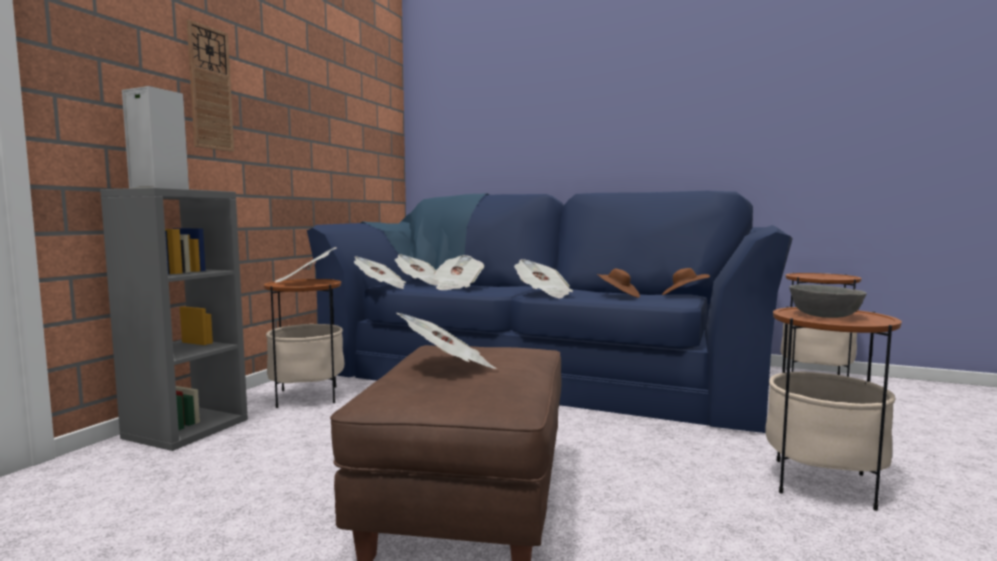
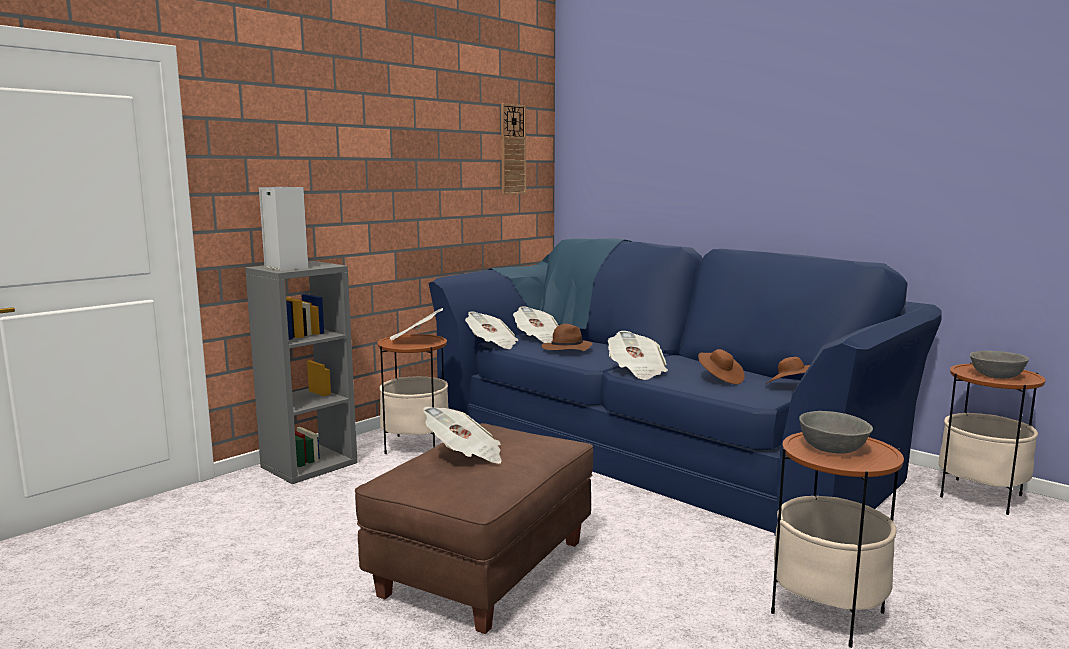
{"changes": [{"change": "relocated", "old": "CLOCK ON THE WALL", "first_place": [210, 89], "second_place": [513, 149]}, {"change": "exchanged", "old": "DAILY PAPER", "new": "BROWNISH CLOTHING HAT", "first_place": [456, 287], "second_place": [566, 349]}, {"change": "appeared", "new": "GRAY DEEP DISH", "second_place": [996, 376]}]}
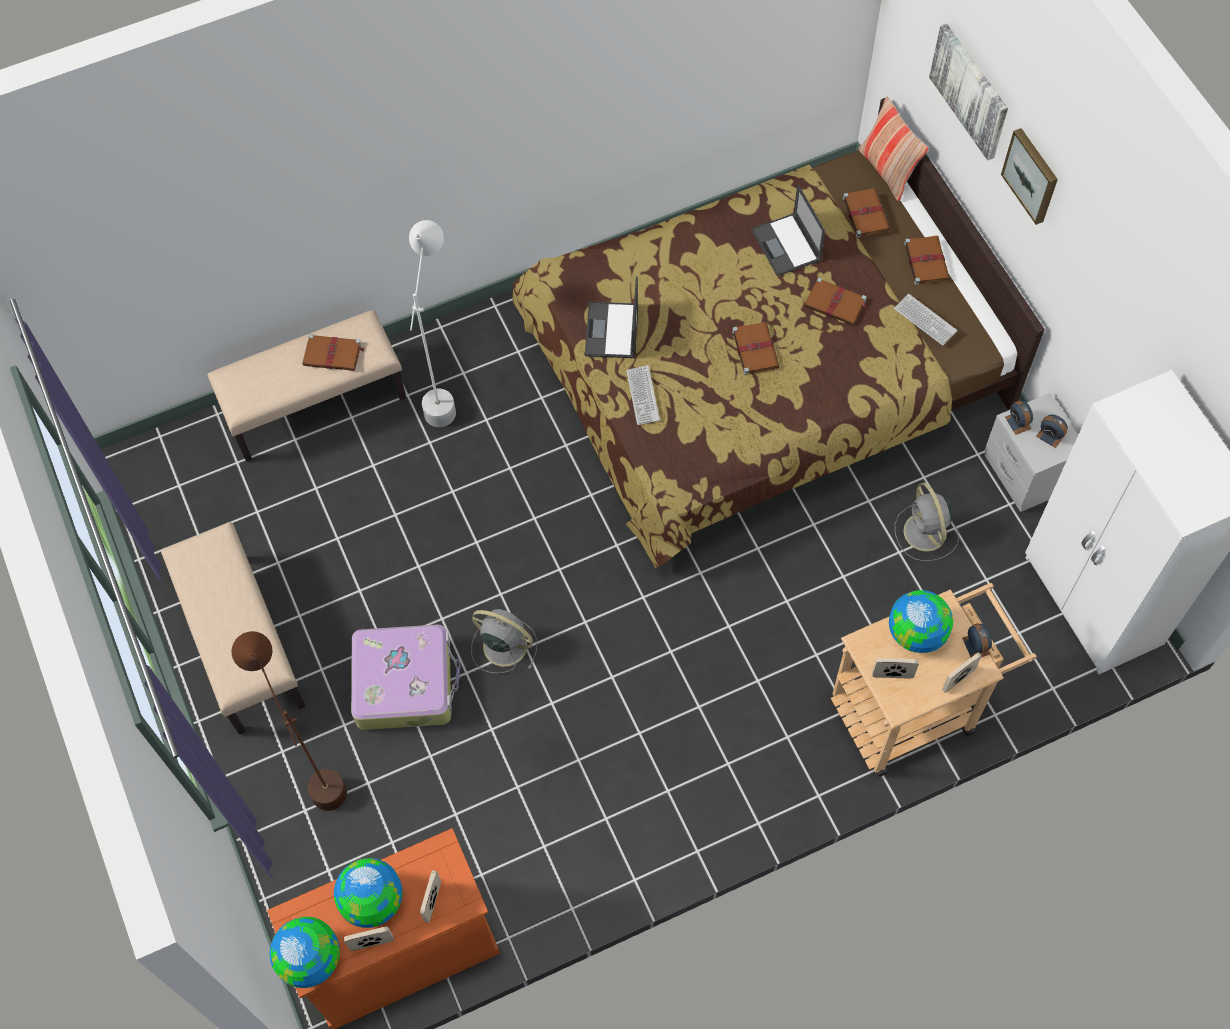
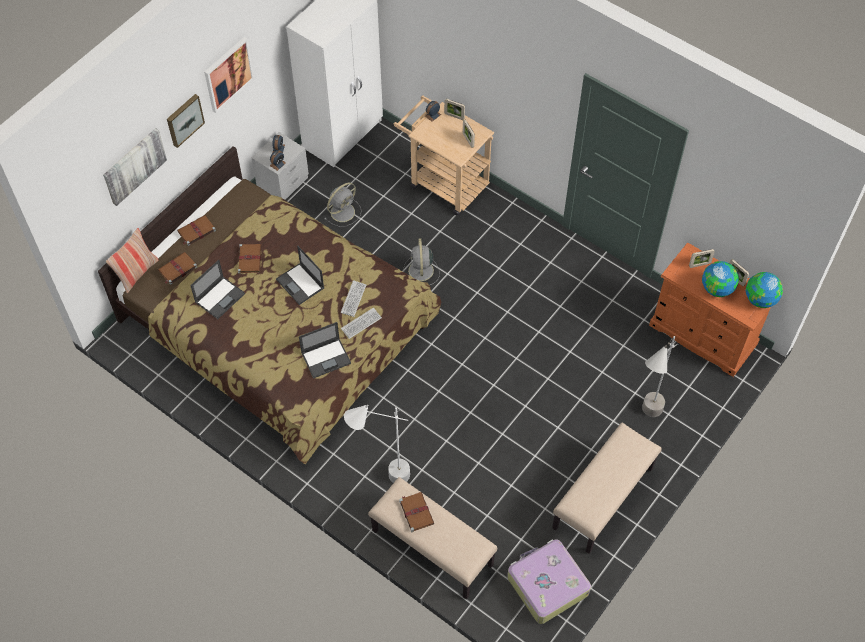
{"changes": [{"change": "relocated", "old": "KEYBOARD", "first_place": [925, 320], "second_place": [353, 299]}, {"change": "exchanged", "old": "BROWNISH BOOK", "new": "LAPTOP", "first_place": [755, 348], "second_place": [300, 284]}, {"change": "missing", "old": "GLOBE", "first_place": [916, 633]}, {"change": "relocated", "old": "GRAY ELECTRIC FAN", "first_place": [503, 645], "second_place": [421, 271]}, {"change": "relocated", "old": "PIECE OF LUGGAGE", "first_place": [405, 682], "second_place": [546, 585]}, {"change": "colour", "old": "BROWNISH STANDARD LAMP", "new": "GRAY STANDARD LAMP", "first_place": [315, 768], "second_place": [644, 421]}, {"change": "appeared", "new": "PICTURE", "second_place": [228, 74]}]}
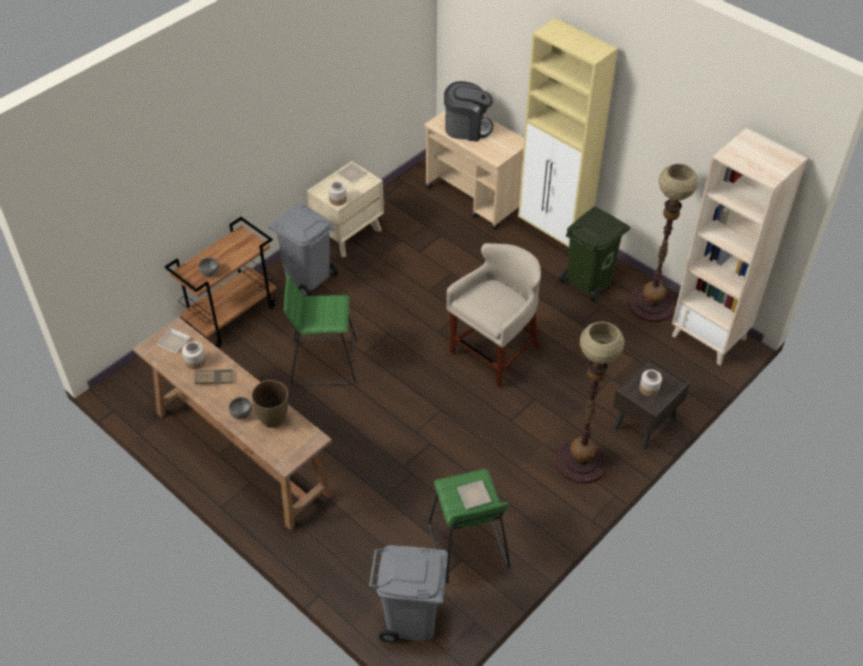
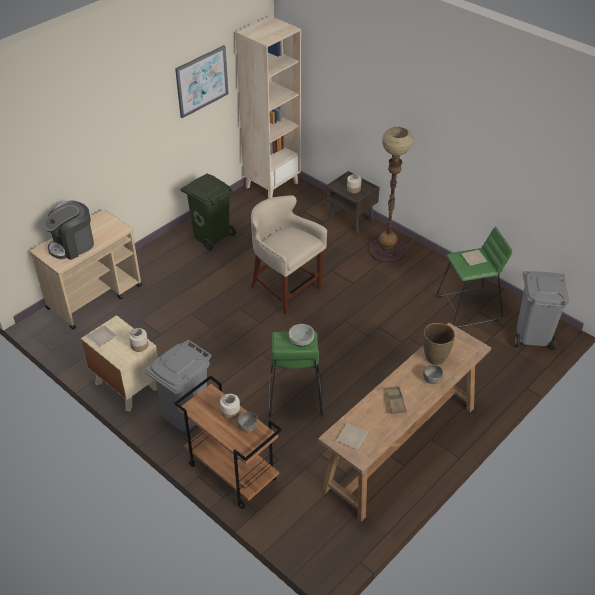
{"changes": [{"change": "missing", "old": "BEIGE-COLOURED CUPBOARD", "first_place": [553, 236]}, {"change": "spun", "old": "COFFEE MAKER", "first_place": [467, 128], "second_place": [72, 245], "degrees": -135}, {"change": "missing", "old": "STANDARD LAMP", "first_place": [651, 305]}, {"change": "relocated", "old": "STORAGE JAR", "first_place": [195, 361], "second_place": [230, 412]}, {"change": "appeared", "new": "PICTURE", "second_place": [202, 81]}, {"change": "appeared", "new": "DEEP DISH", "second_place": [301, 339]}]}
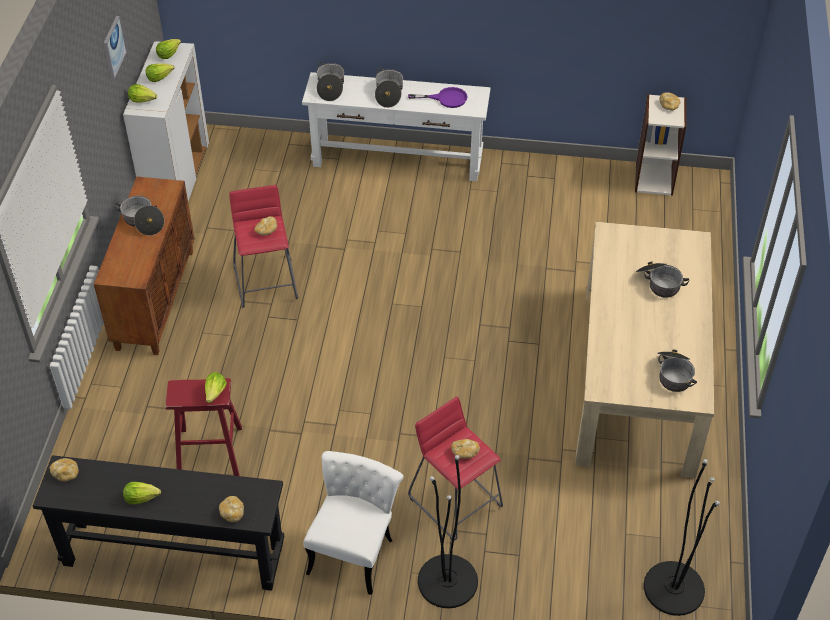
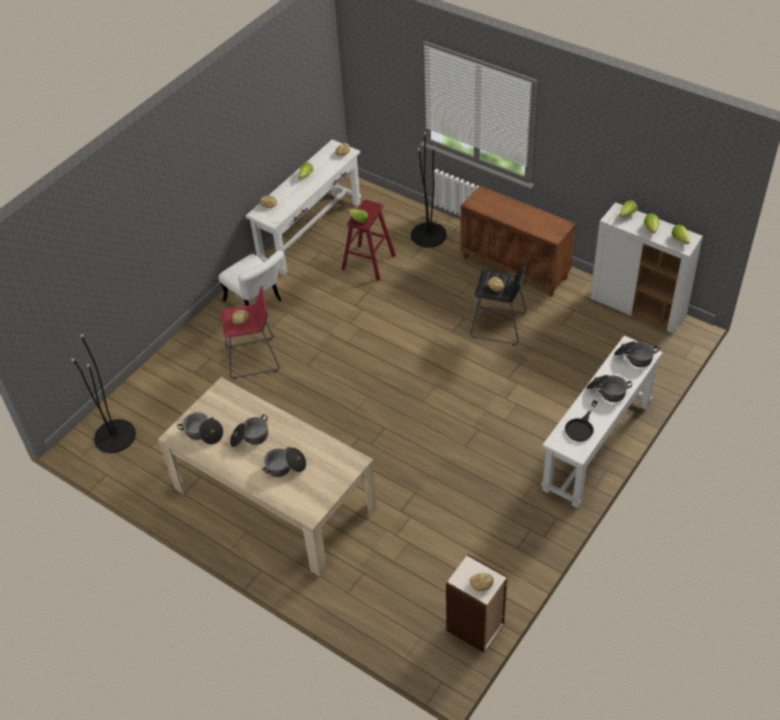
{"changes": [{"change": "missing", "old": "PICTURE", "first_place": [113, 47]}, {"change": "colour", "old": "PURPLE PAN", "new": "BLACKISH PAN", "first_place": [446, 98], "second_place": [581, 427]}, {"change": "colour", "old": "RED STOOL SEAT", "new": "BLACKISH STOOL SEAT", "first_place": [266, 282], "second_place": [498, 326]}, {"change": "relocated", "old": "SAUCEPOT", "first_place": [142, 221], "second_place": [250, 437]}, {"change": "colour", "old": "BLACKISH HALL TABLE", "new": "WHITE HALL TABLE", "first_place": [173, 554], "second_place": [310, 232]}, {"change": "relocated", "old": "BLACKISH STANDARD LAMP", "first_place": [447, 581], "second_place": [428, 235]}]}
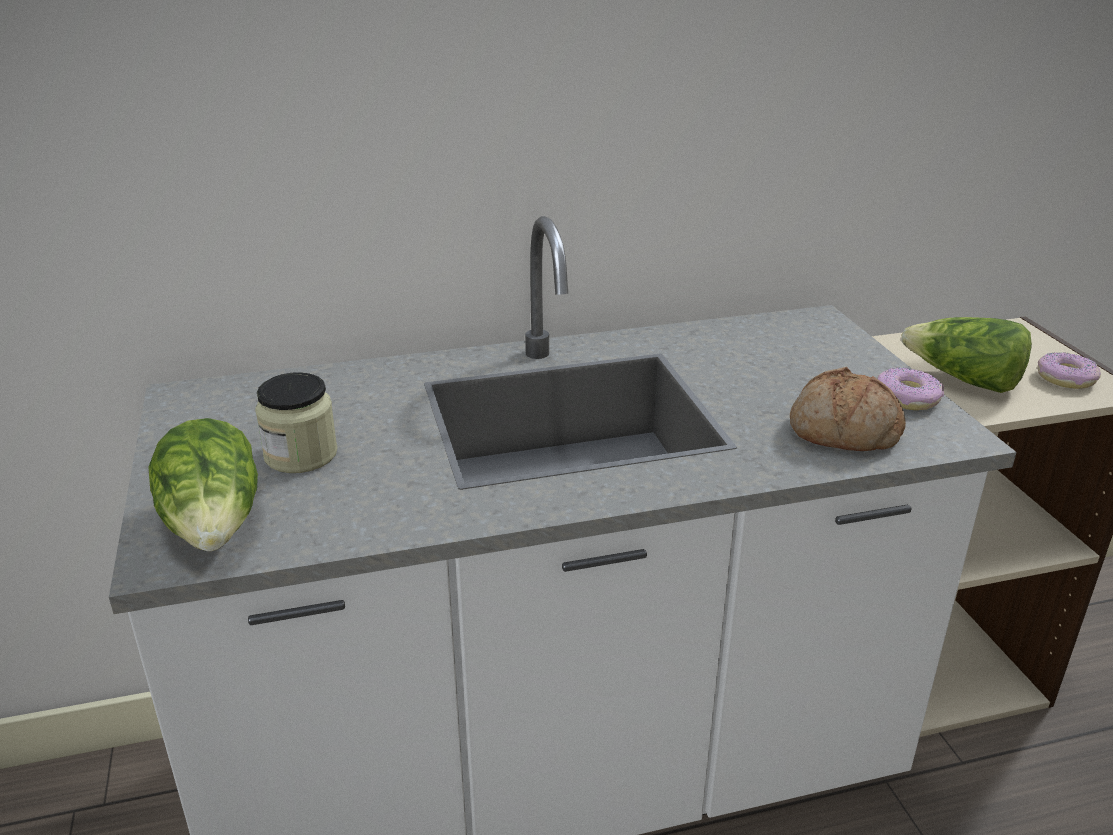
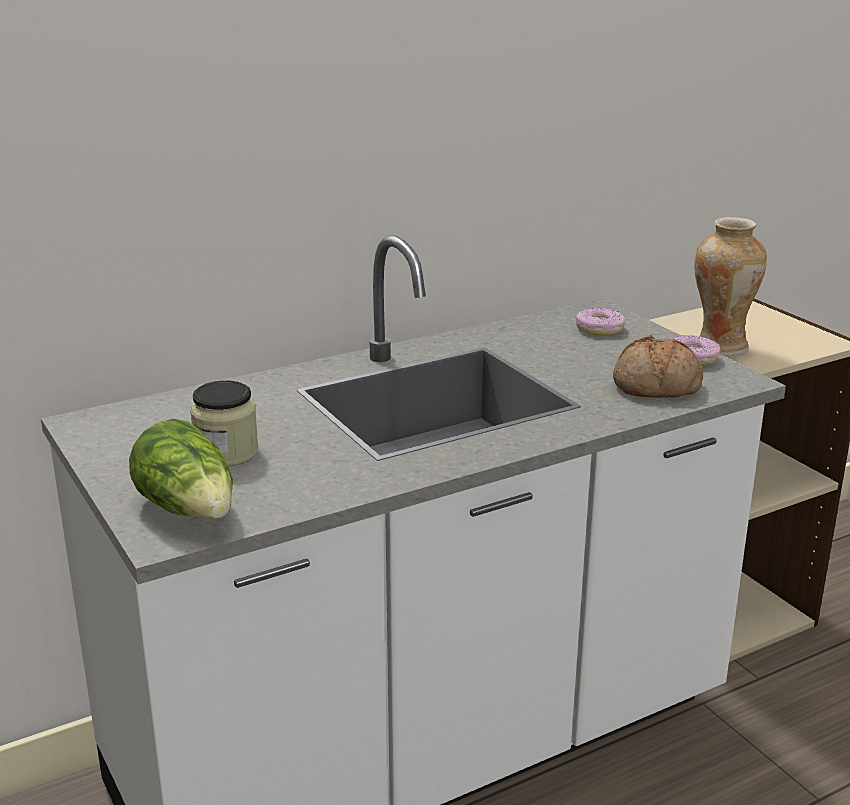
{"changes": [{"change": "exchanged", "old": "LETTUCE HEAD", "new": "FLOWER VASE", "first_place": [963, 380], "second_place": [720, 347]}, {"change": "relocated", "old": "DOUGHNUT", "first_place": [1065, 378], "second_place": [599, 329]}]}
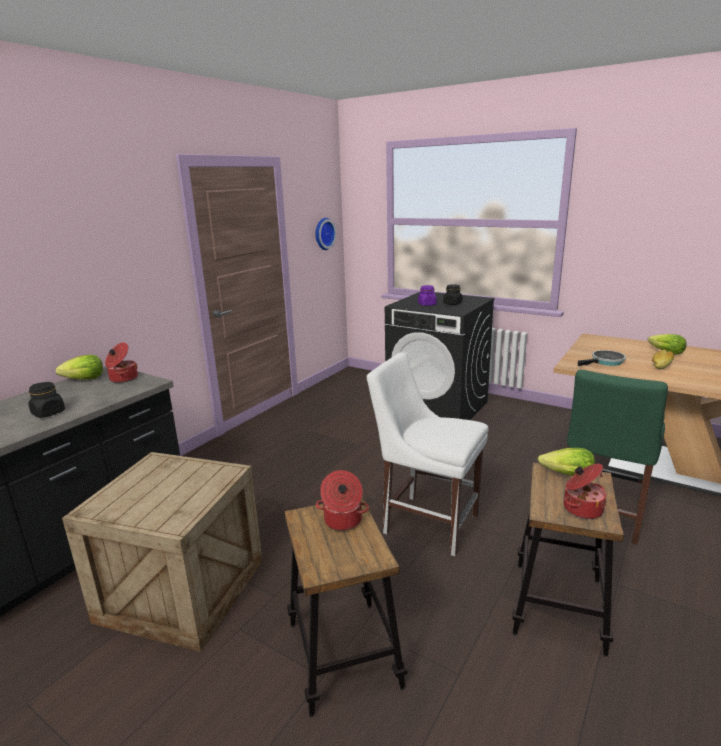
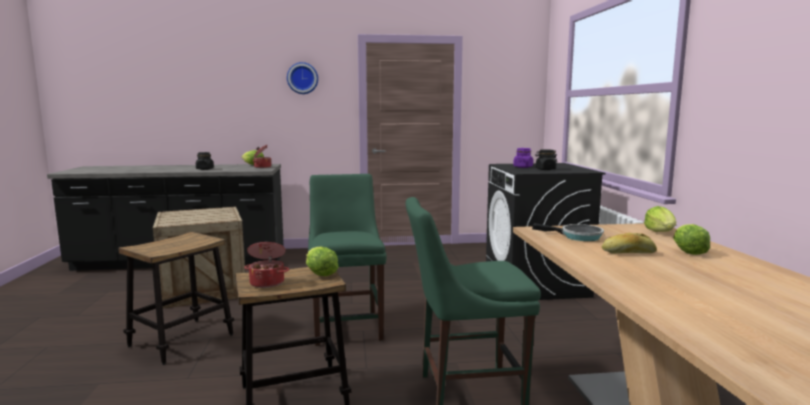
{"changes": [{"change": "relocated", "old": "CLOCK ON THE WALL", "first_place": [323, 233], "second_place": [302, 78]}, {"change": "colour", "old": "WHITE CHAIR", "new": "GREEN CHAIR", "first_place": [426, 522], "second_place": [347, 326]}, {"change": "missing", "old": "SAUCEPOT", "first_place": [342, 521]}, {"change": "appeared", "new": "LETTUCE HEAD", "second_place": [661, 232]}]}
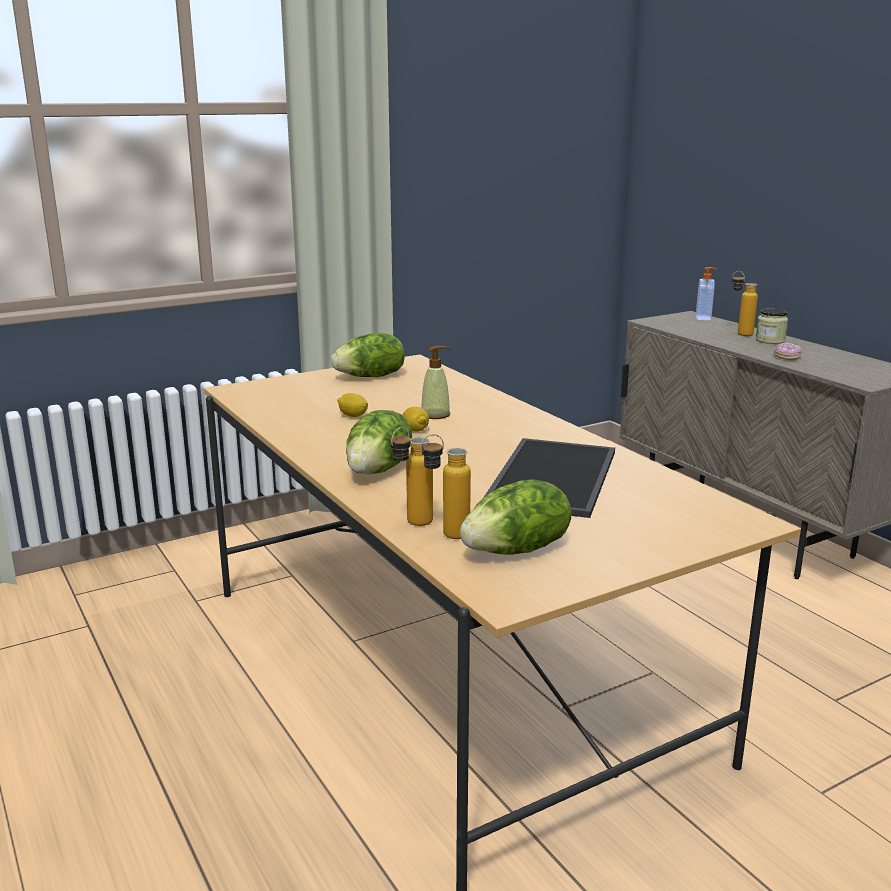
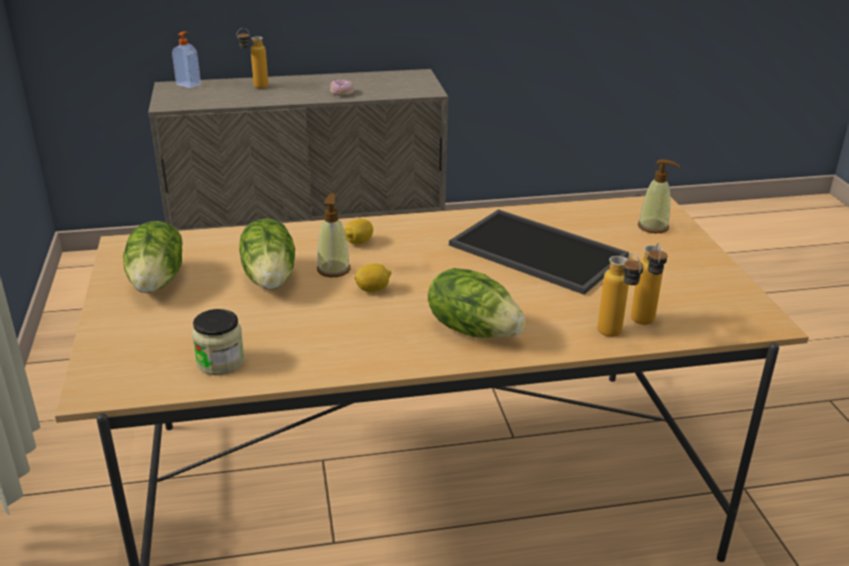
{"changes": [{"change": "relocated", "old": "STORAGE JAR", "first_place": [770, 340], "second_place": [220, 362]}, {"change": "relocated", "old": "LEMON", "first_place": [353, 416], "second_place": [358, 242]}, {"change": "relocated", "old": "LETTUCE HEAD", "first_place": [518, 550], "second_place": [271, 278]}, {"change": "appeared", "new": "LIQUID SOAP BOTTLE", "second_place": [653, 227]}]}
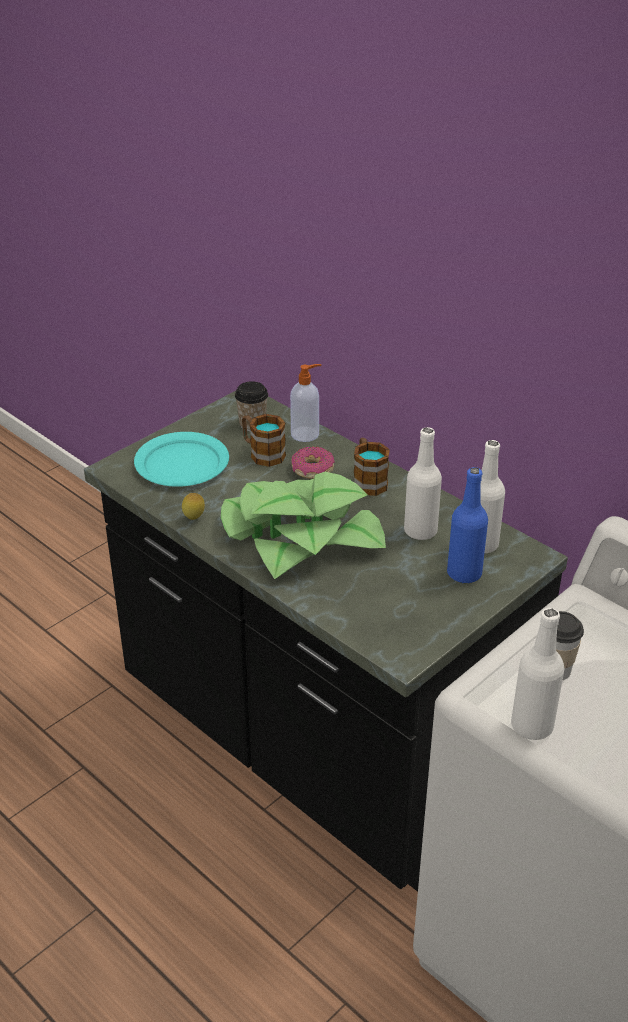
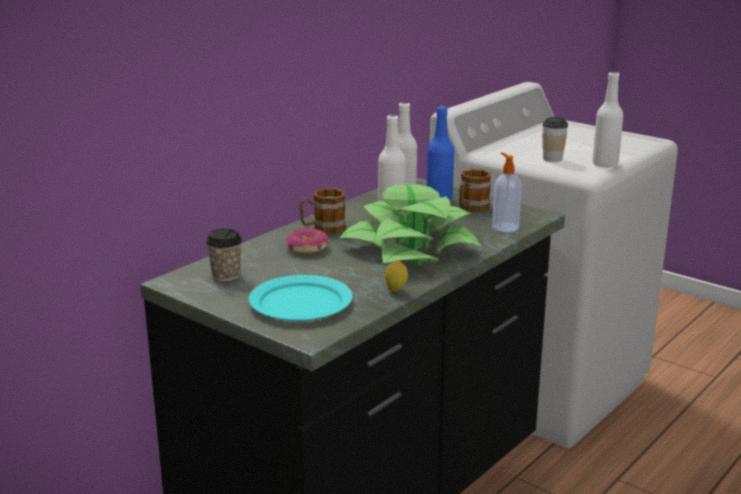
{"changes": [{"change": "relocated", "old": "LIQUID SOAP BOTTLE", "first_place": [306, 434], "second_place": [504, 227]}, {"change": "relocated", "old": "MUG", "first_place": [262, 453], "second_place": [471, 208]}]}
